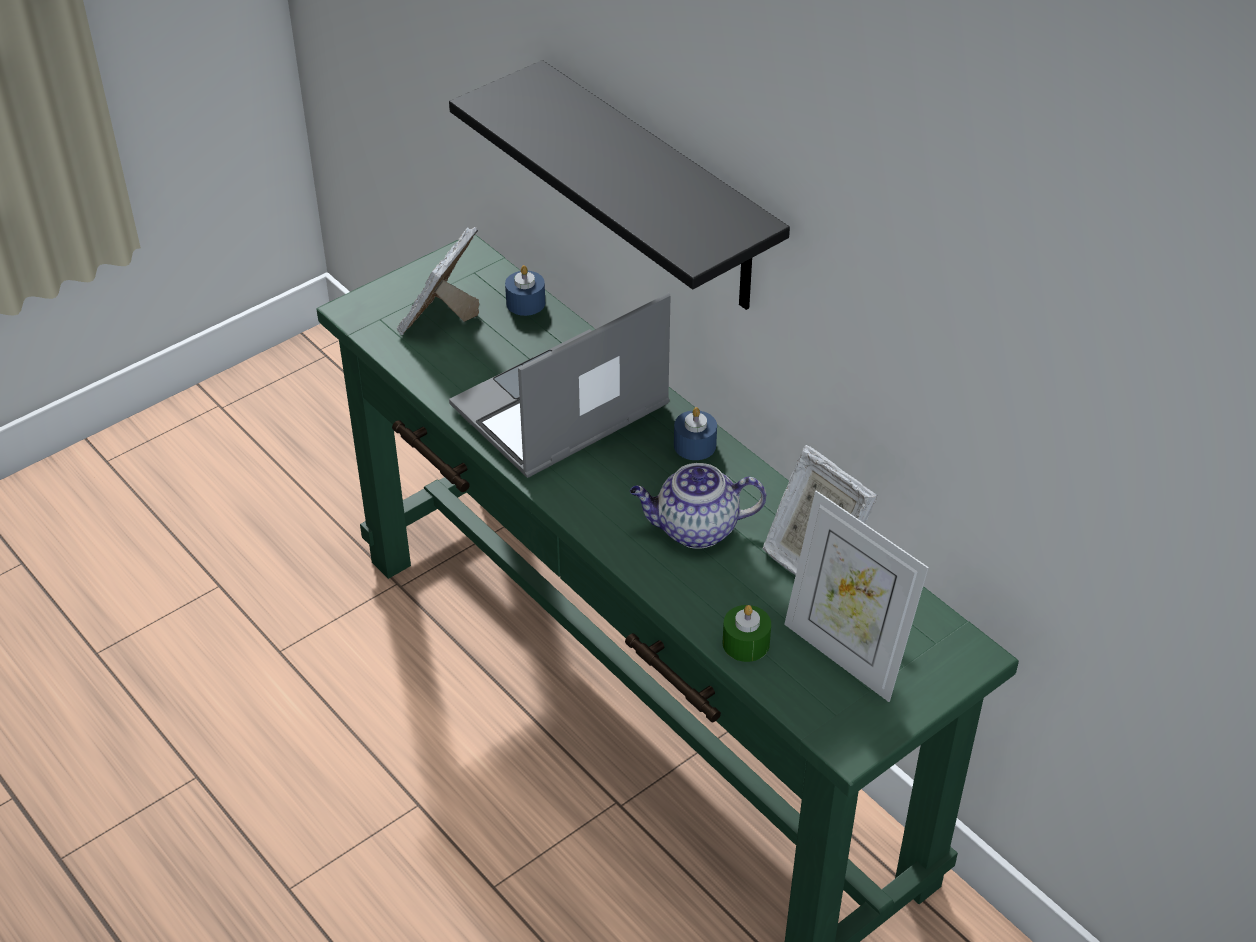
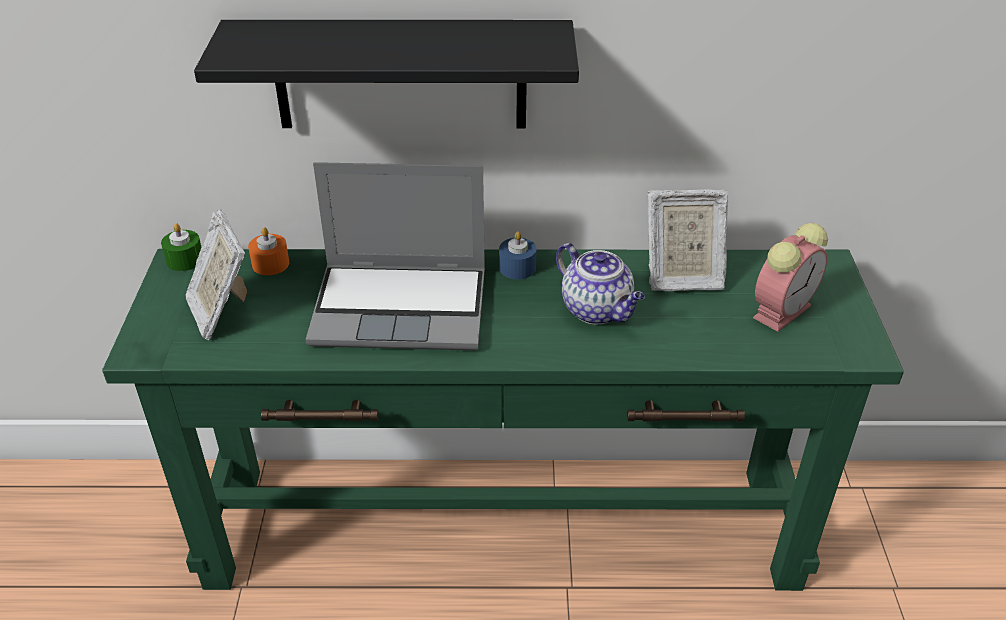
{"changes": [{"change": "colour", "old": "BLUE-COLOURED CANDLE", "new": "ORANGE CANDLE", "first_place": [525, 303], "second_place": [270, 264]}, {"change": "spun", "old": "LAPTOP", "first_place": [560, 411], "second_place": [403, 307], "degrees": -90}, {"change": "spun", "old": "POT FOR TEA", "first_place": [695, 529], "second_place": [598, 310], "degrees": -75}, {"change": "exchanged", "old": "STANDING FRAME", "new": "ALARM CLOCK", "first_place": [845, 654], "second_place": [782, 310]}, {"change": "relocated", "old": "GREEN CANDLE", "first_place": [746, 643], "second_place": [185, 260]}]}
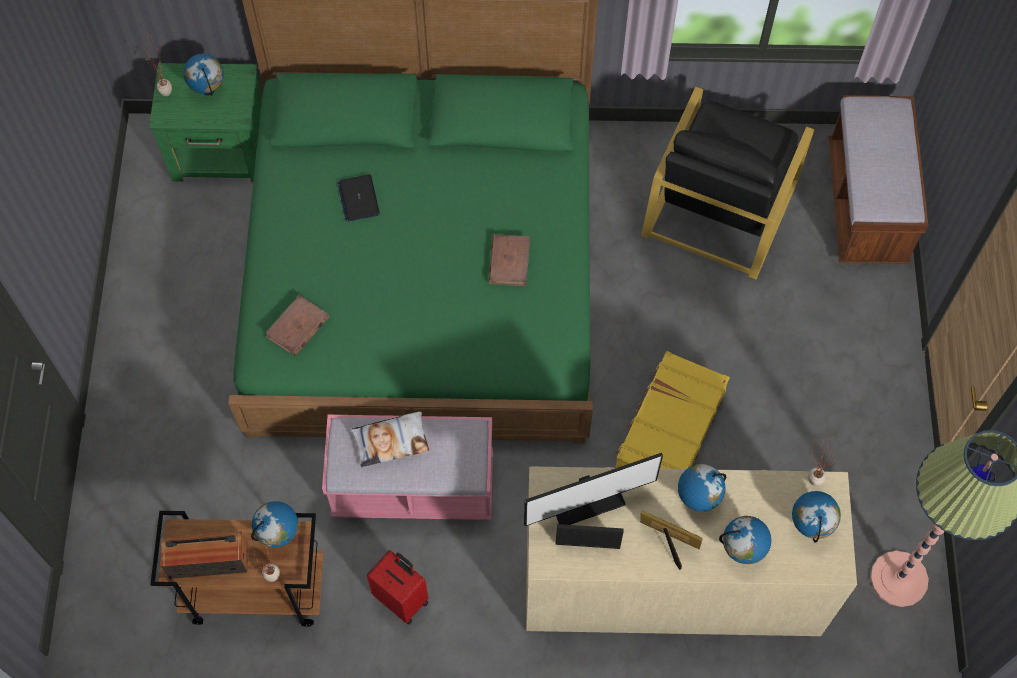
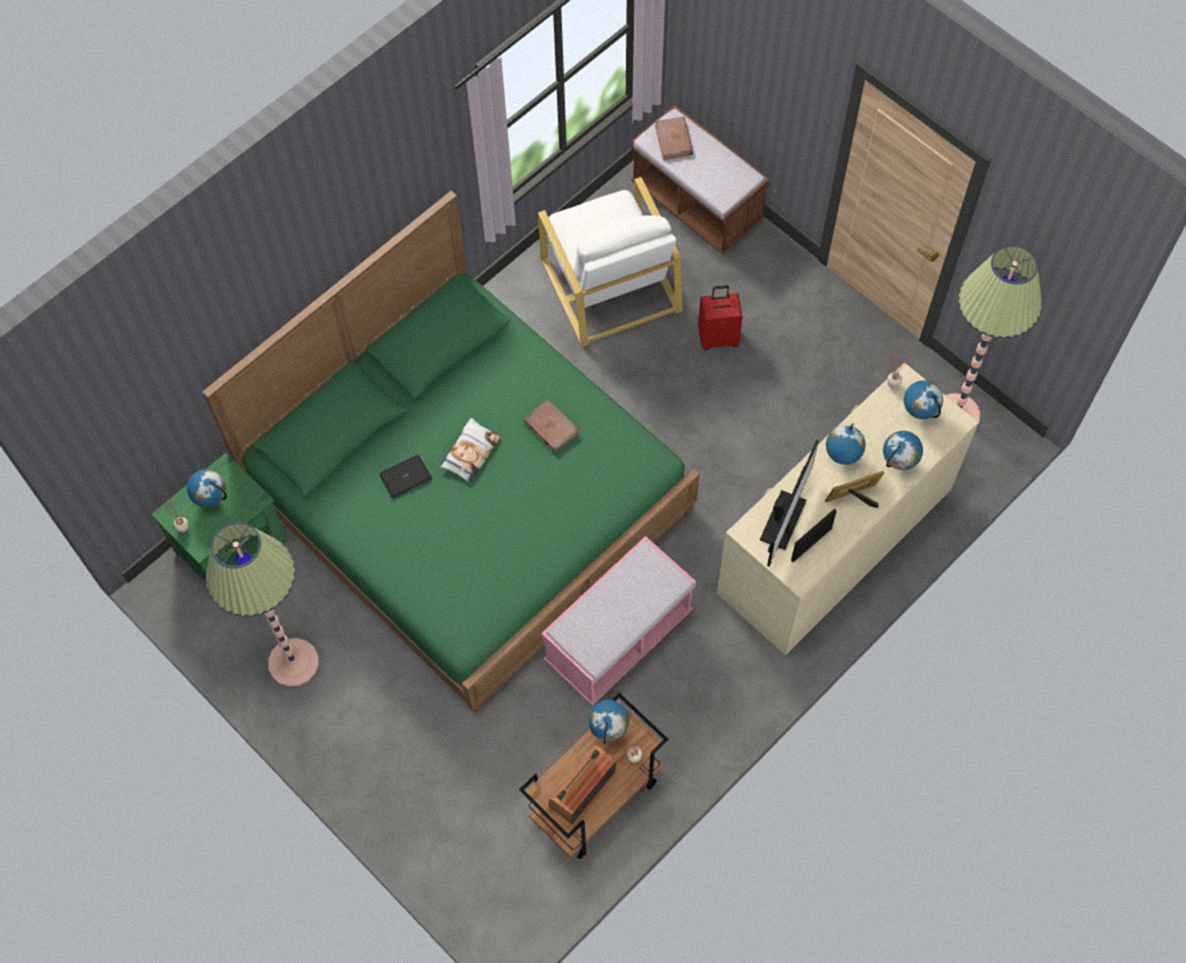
{"changes": [{"change": "colour", "old": "BLACKISH EASY CHAIR", "new": "WHITE EASY CHAIR", "first_place": [721, 205], "second_place": [610, 283]}, {"change": "spun", "old": "LAPTOP", "first_place": [358, 198], "second_place": [405, 477], "degrees": 120}, {"change": "relocated", "old": "BROWNISH BOOK", "first_place": [297, 327], "second_place": [673, 140]}, {"change": "missing", "old": "YELLOW-COLOURED PIECE OF LUGGAGE", "first_place": [669, 429]}, {"change": "relocated", "old": "THROW PILLOW", "first_place": [391, 441], "second_place": [470, 452]}, {"change": "relocated", "old": "RED PIECE OF LUGGAGE", "first_place": [402, 598], "second_place": [718, 337]}, {"change": "appeared", "new": "STANDARD LAMP", "second_place": [293, 662]}]}
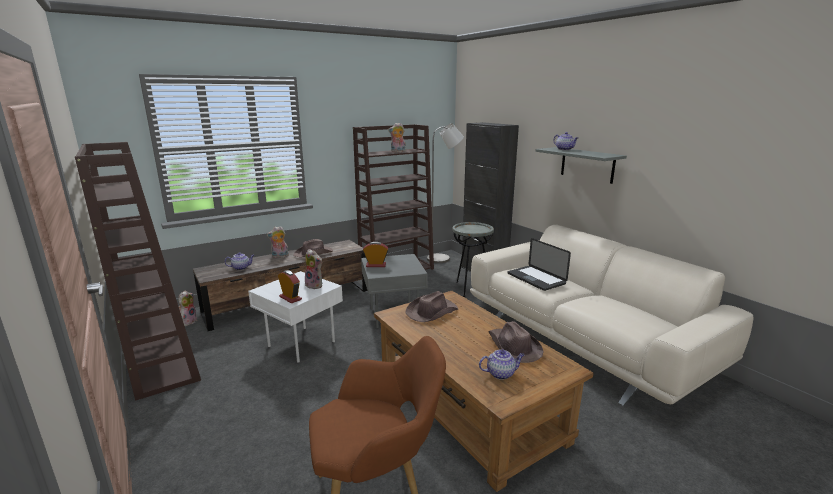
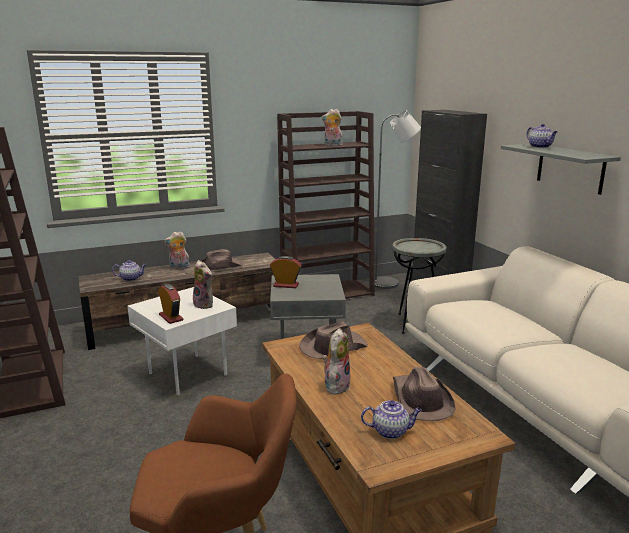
{"changes": [{"change": "missing", "old": "LAPTOP", "first_place": [536, 279]}, {"change": "relocated", "old": "PLUSH TOY", "first_place": [188, 321], "second_place": [336, 385]}]}
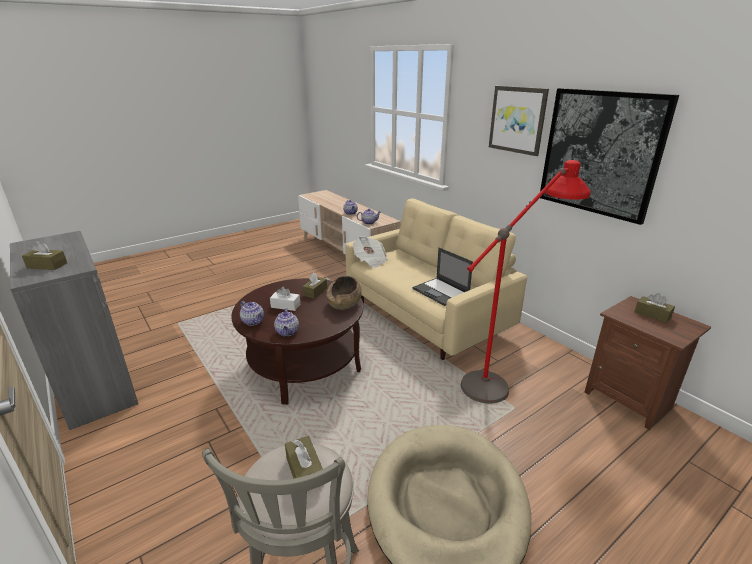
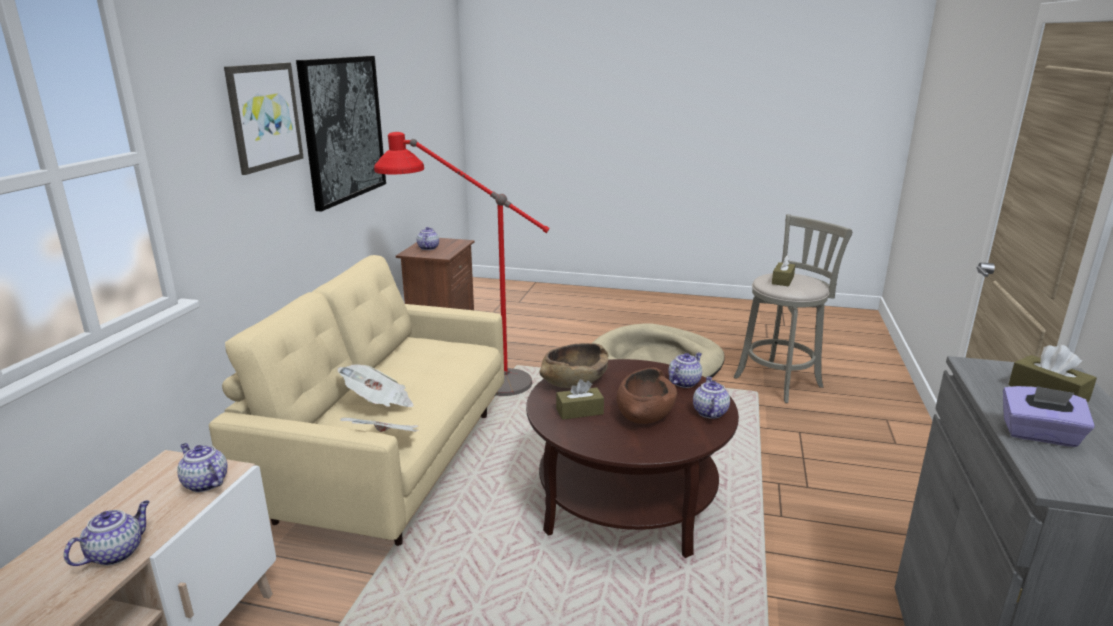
{"changes": [{"change": "missing", "old": "LAPTOP", "first_place": [441, 292]}, {"change": "exchanged", "old": "WHITE TISSUE HOLDER", "new": "BROWNISH DEEP DISH", "first_place": [285, 306], "second_place": [645, 412]}, {"change": "exchanged", "old": "BROWNISH TISSUE HOLDER", "new": "POT FOR TEA", "first_place": [652, 314], "second_place": [428, 248]}, {"change": "appeared", "new": "DAILY PAPER", "second_place": [379, 403]}, {"change": "appeared", "new": "PURPLE TISSUE HOLDER", "second_place": [1039, 435]}]}
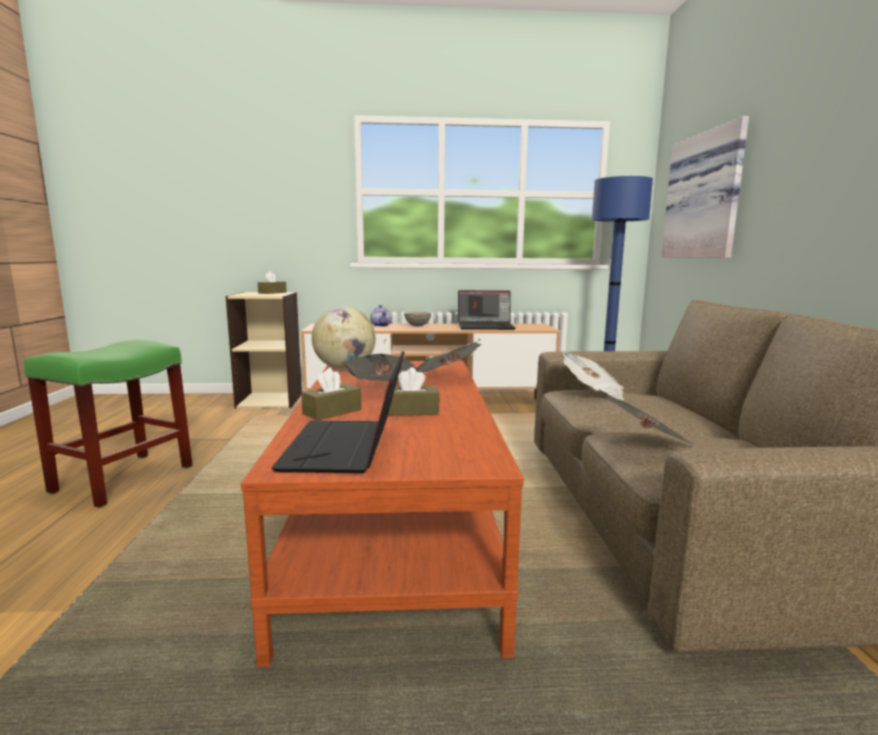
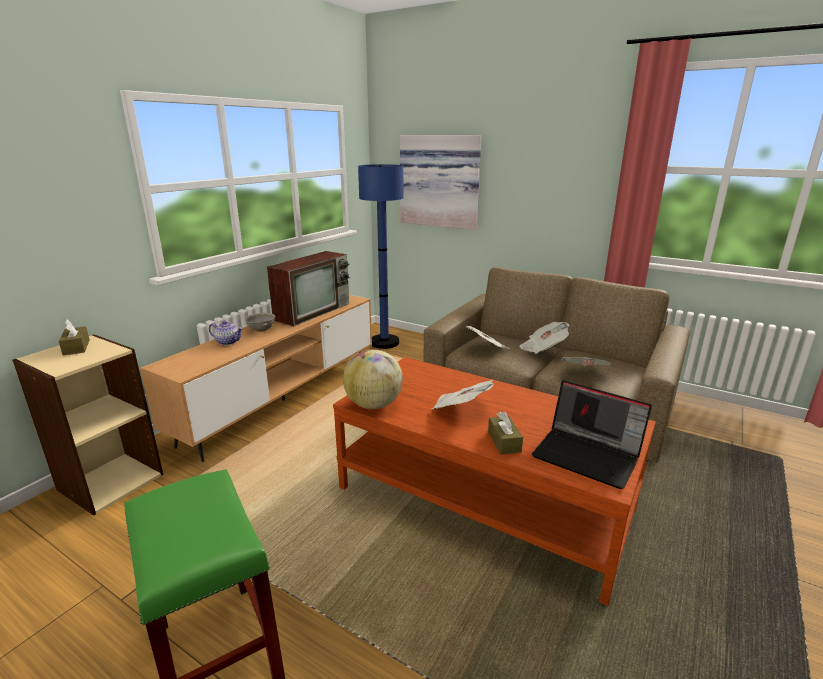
{"changes": [{"change": "exchanged", "old": "LAPTOP", "new": "TV SET", "first_place": [486, 326], "second_place": [313, 311]}, {"change": "relocated", "old": "DAILY PAPER", "first_place": [444, 378], "second_place": [543, 348]}, {"change": "missing", "old": "BROWNISH TISSUE HOLDER", "first_place": [411, 411]}]}
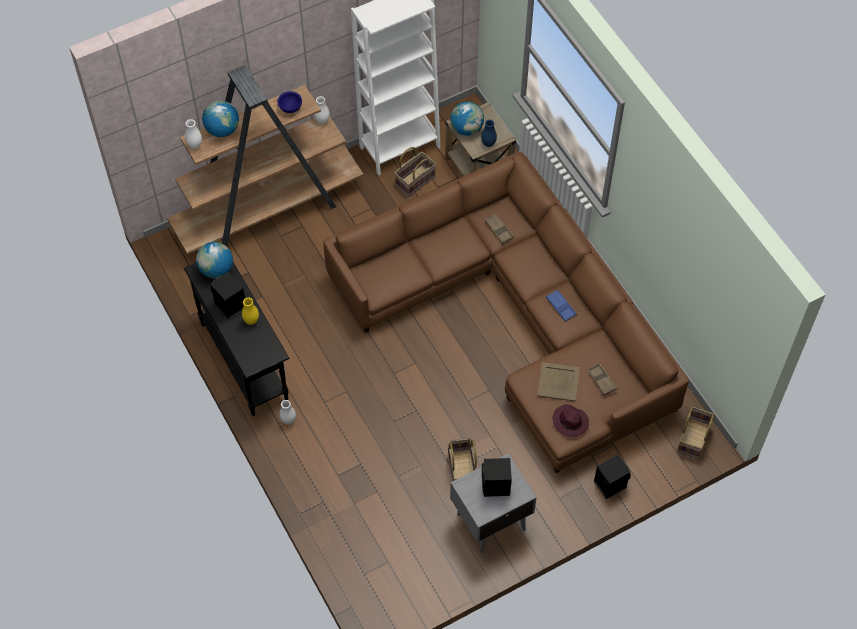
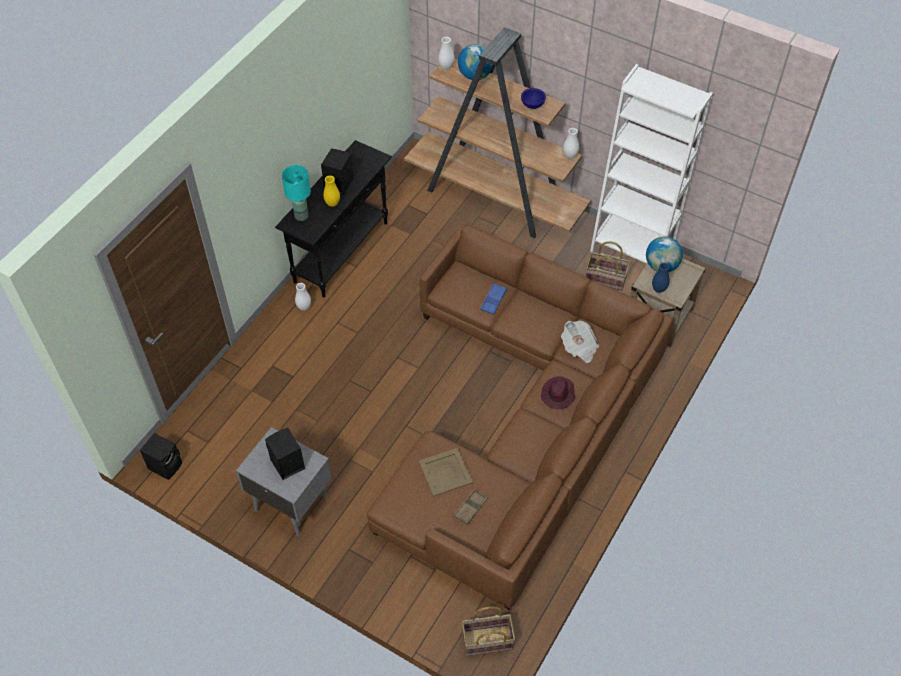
{"changes": [{"change": "exchanged", "old": "BROWNISH SERVING TRAY", "new": "DAILY PAPER", "first_place": [499, 230], "second_place": [579, 347]}, {"change": "missing", "old": "GLOBE", "first_place": [216, 270]}, {"change": "relocated", "old": "BLUE-COLOURED SERVING TRAY", "first_place": [561, 307], "second_place": [493, 300]}, {"change": "relocated", "old": "PURPLE CLOTHING HAT", "first_place": [571, 422], "second_place": [558, 395]}, {"change": "missing", "old": "STORAGE BASKET", "first_place": [462, 469]}, {"change": "relocated", "old": "BLACKISH AUDIO SPEAKER", "first_place": [609, 483], "second_place": [166, 465]}, {"change": "appeared", "new": "TURQUOISE TABLETOP LAMP", "second_place": [301, 216]}]}
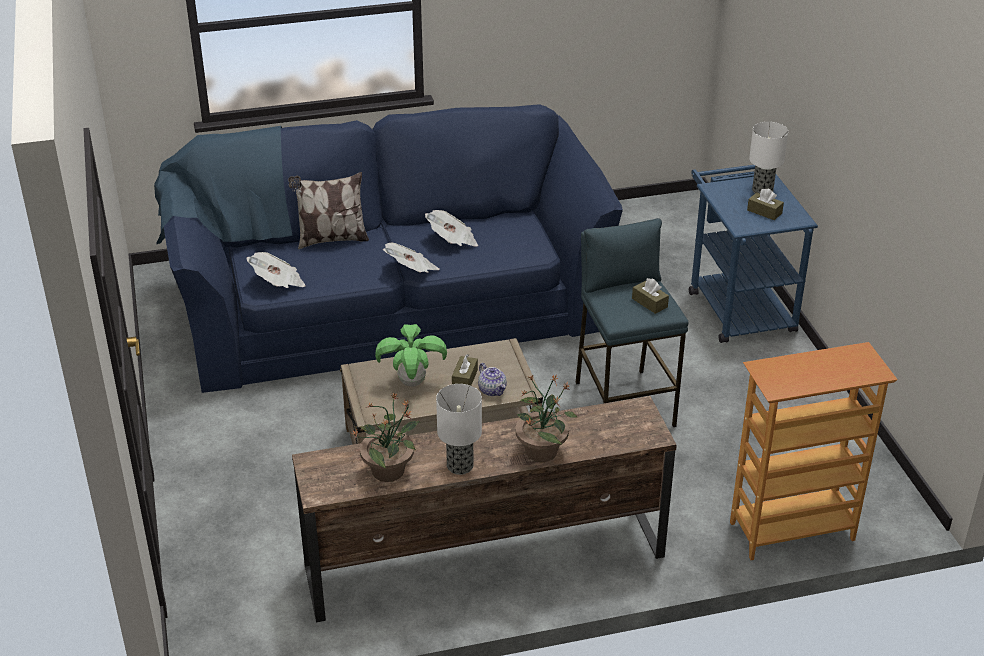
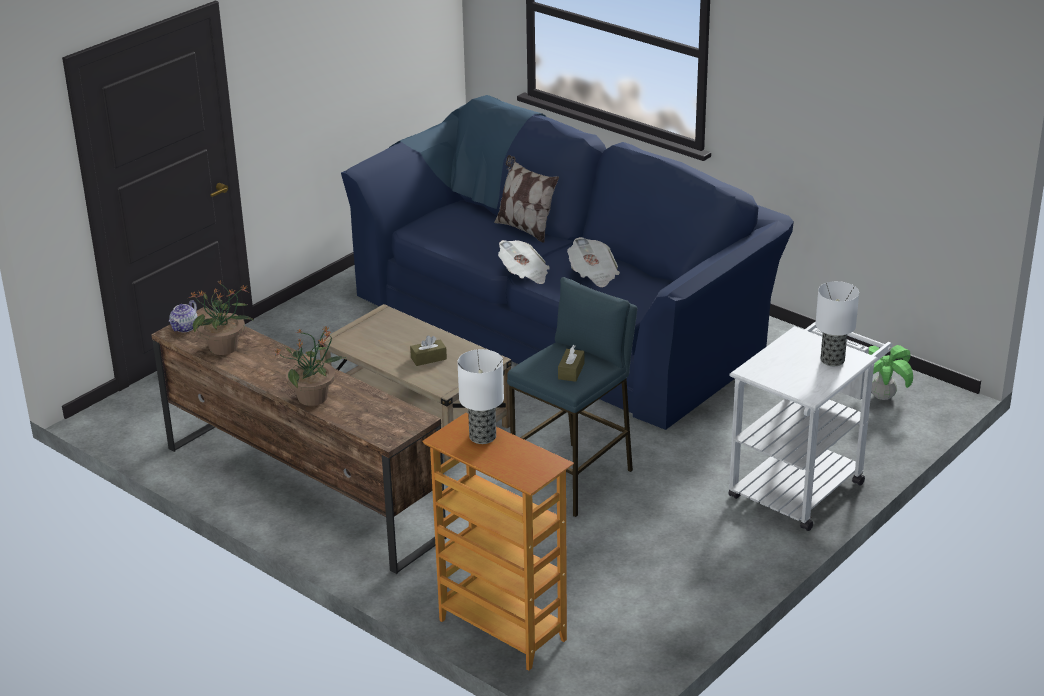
{"changes": [{"change": "colour", "old": "BLUE-COLOURED TROLLEY", "new": "WHITE TROLLEY", "first_place": [737, 306], "second_place": [803, 484]}, {"change": "missing", "old": "BROWNISH TISSUE HOLDER", "first_place": [764, 212]}, {"change": "missing", "old": "DAILY PAPER", "first_place": [278, 283]}, {"change": "relocated", "old": "POTTED PLANT", "first_place": [411, 382], "second_place": [882, 397]}, {"change": "relocated", "old": "POT FOR TEA", "first_place": [492, 390], "second_place": [185, 328]}, {"change": "relocated", "old": "TABLETOP LAMP", "first_place": [459, 466], "second_place": [482, 436]}]}
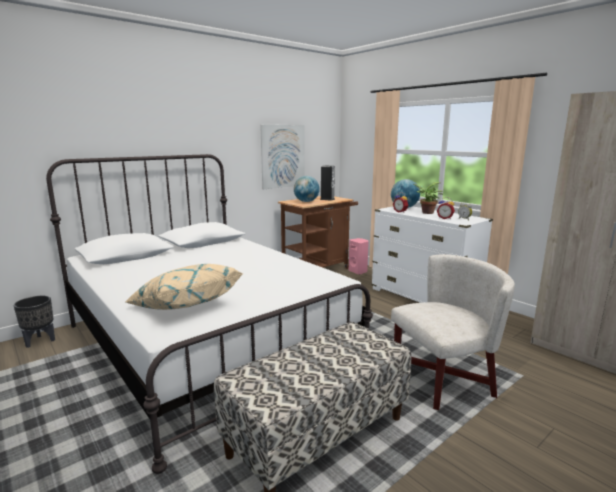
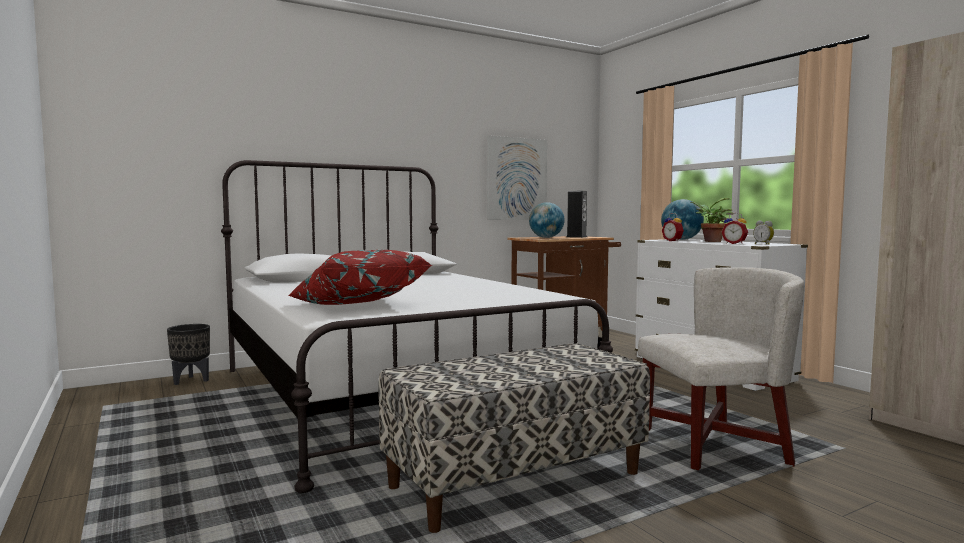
{"changes": [{"change": "missing", "old": "PINKISH AUDIO SPEAKER", "first_place": [358, 271]}, {"change": "colour", "old": "BEIGE-COLOURED THROW PILLOW", "new": "RED THROW PILLOW", "first_place": [185, 306], "second_place": [358, 305]}]}
